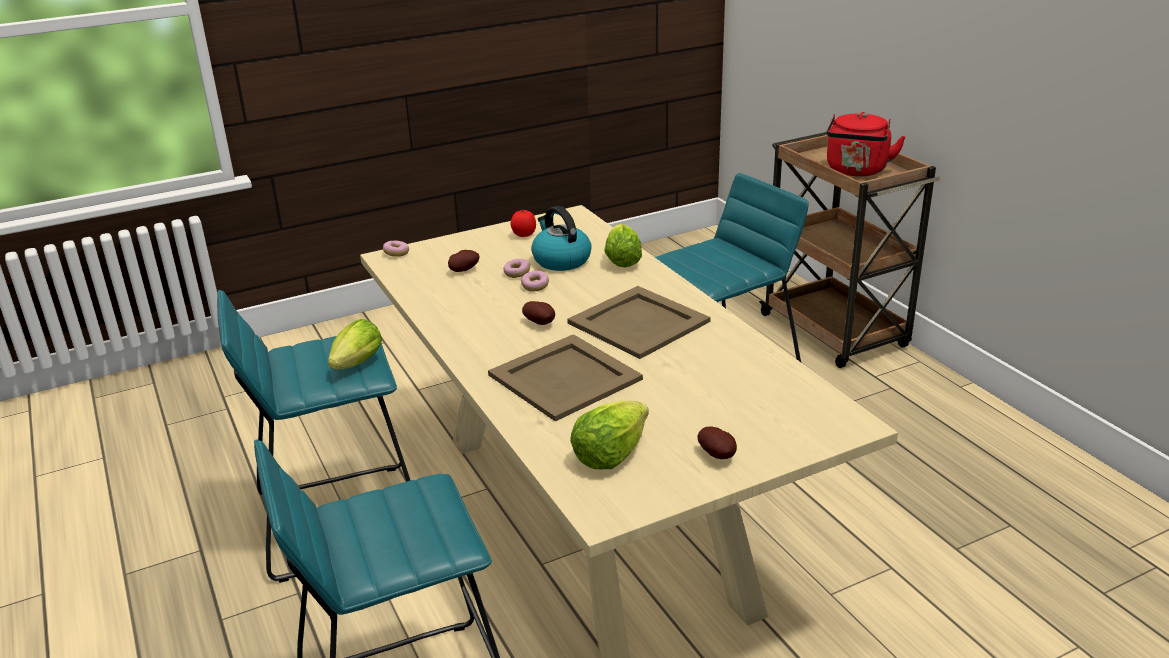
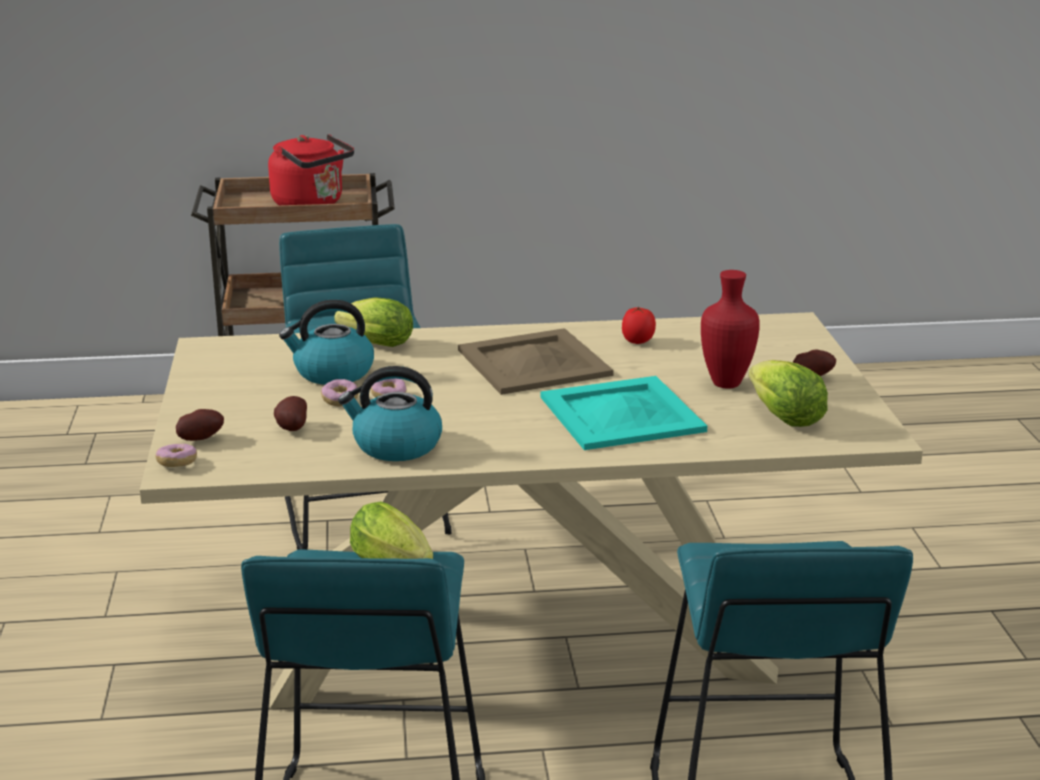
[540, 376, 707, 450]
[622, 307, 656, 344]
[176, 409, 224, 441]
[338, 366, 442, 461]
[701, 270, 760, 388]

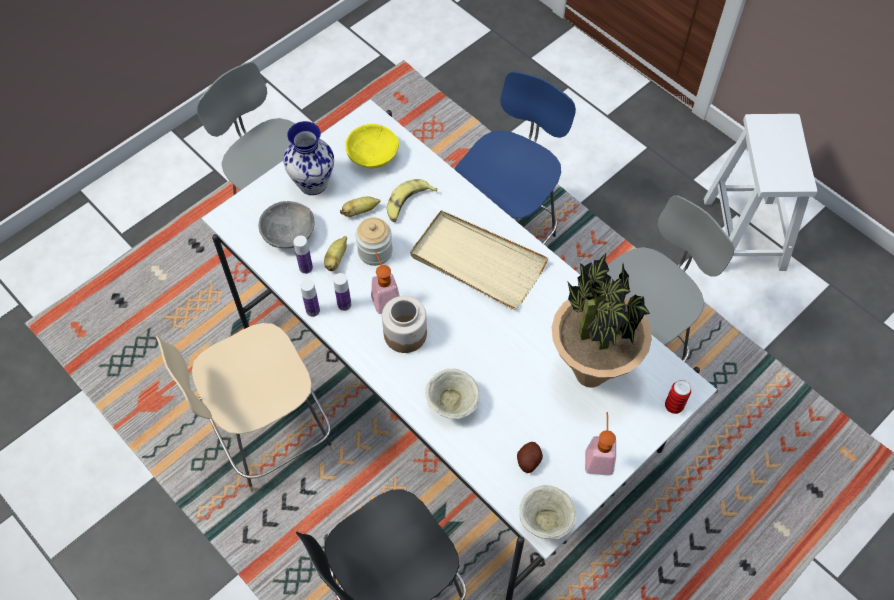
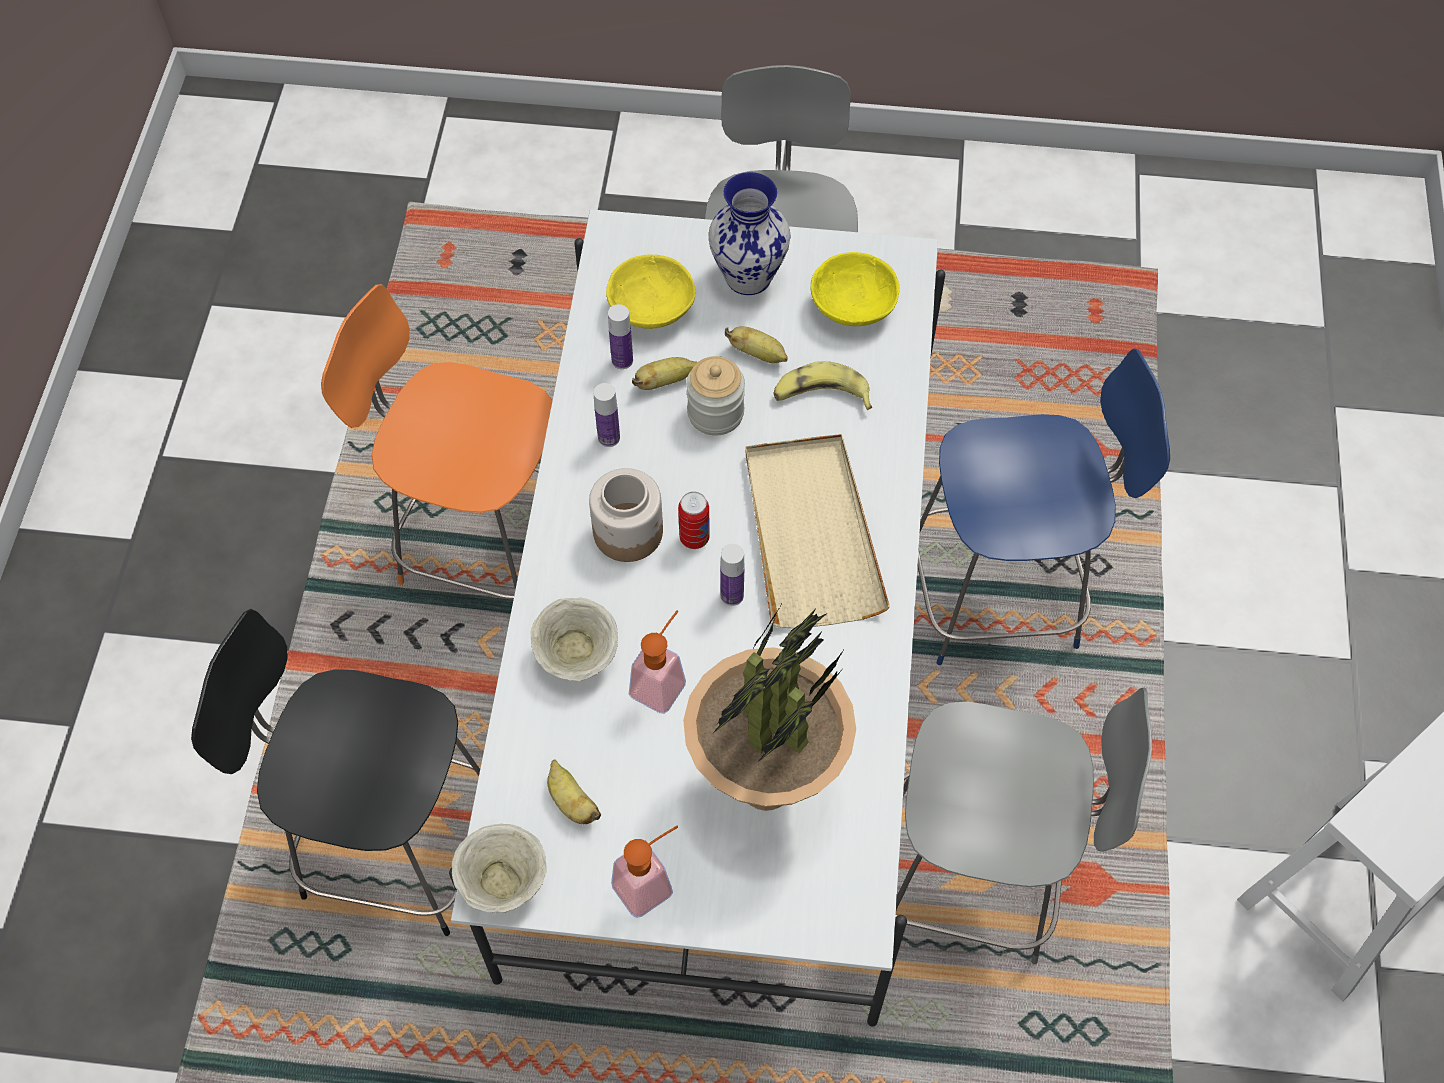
[321, 284, 552, 600]
[606, 255, 696, 329]
[720, 544, 744, 606]
[629, 610, 686, 714]
[547, 760, 601, 824]
[678, 491, 710, 549]

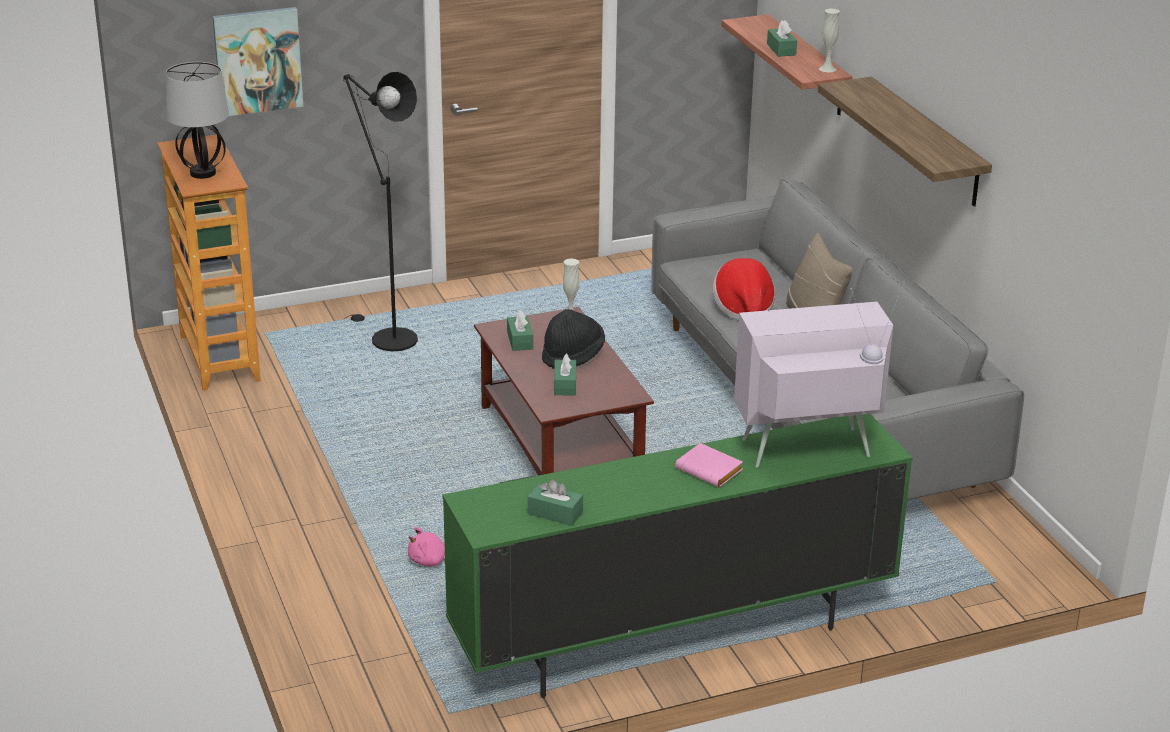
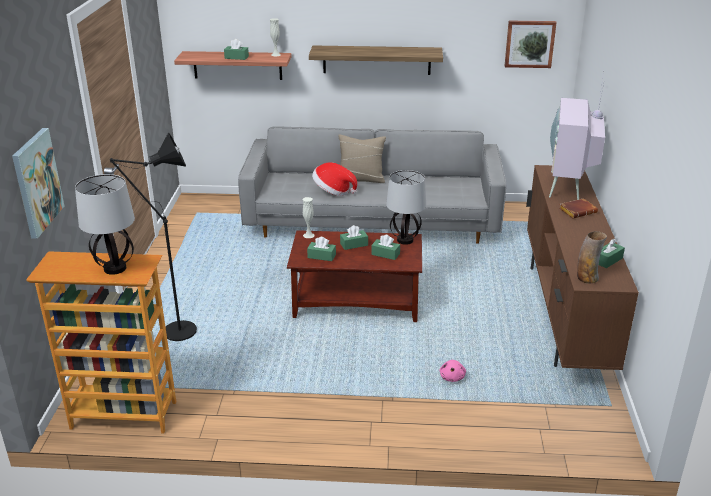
[526, 165, 639, 370]
[340, 225, 368, 250]
[559, 198, 598, 219]
[386, 170, 426, 245]
[505, 21, 557, 68]
[577, 231, 607, 284]

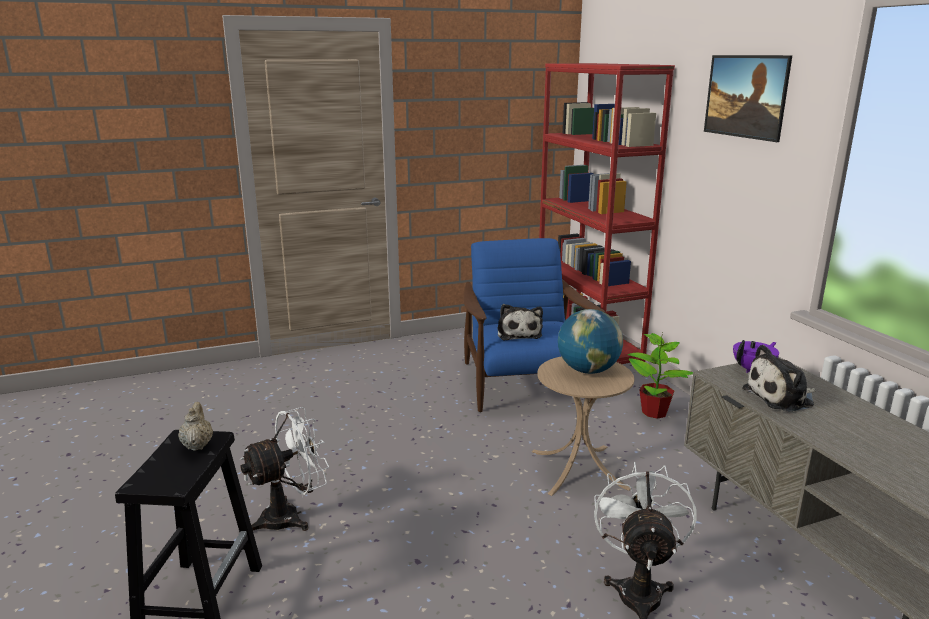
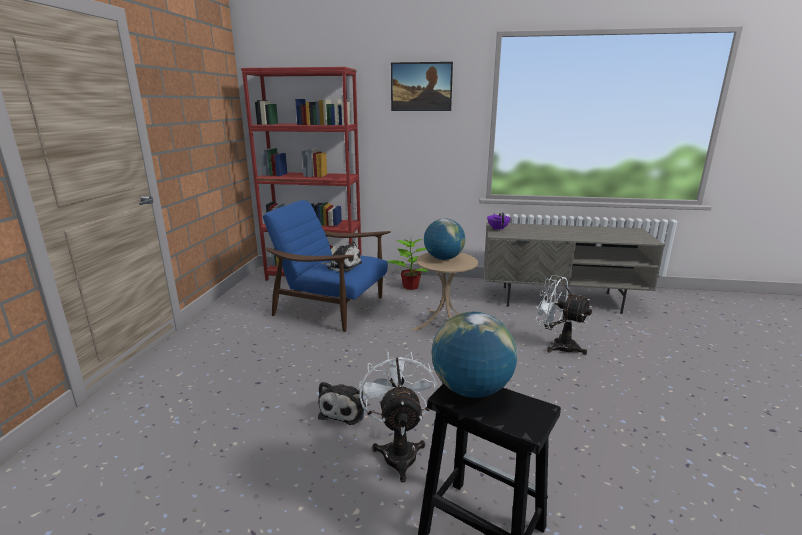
[431, 312, 517, 398]
[318, 382, 366, 425]

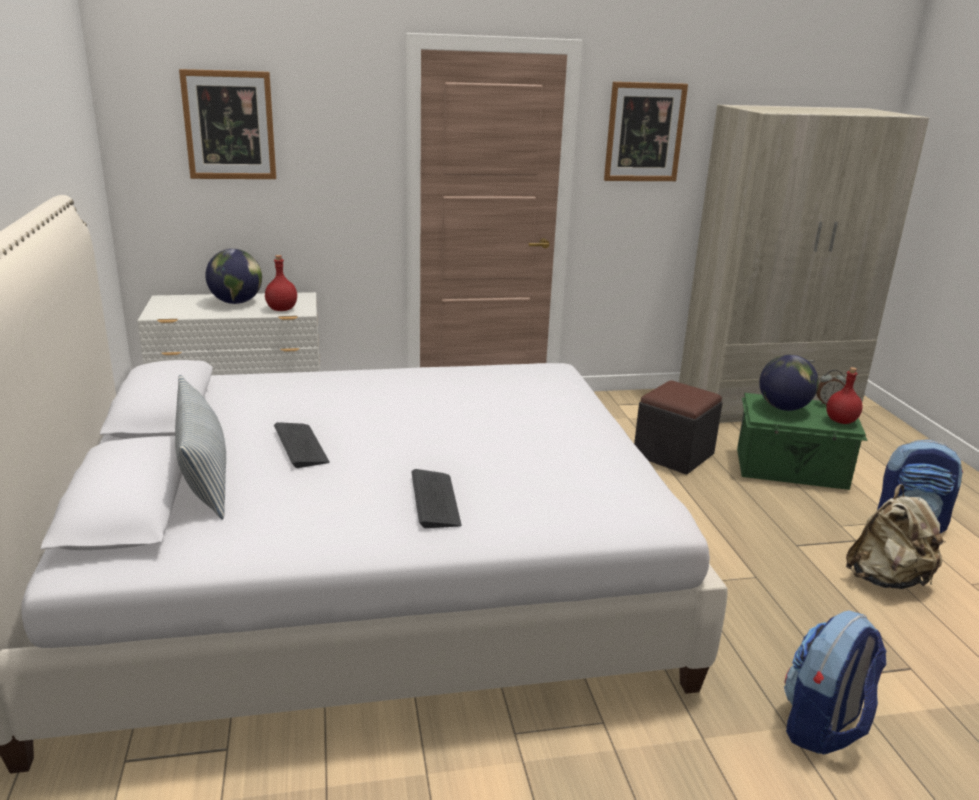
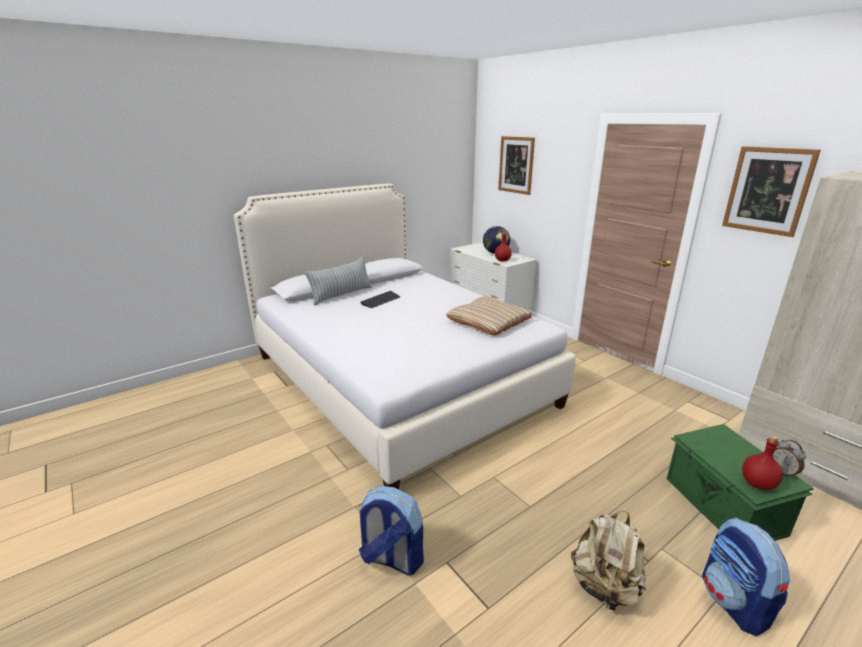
[411, 469, 461, 528] (first image)
[634, 380, 722, 475] (first image)
[759, 355, 819, 411] (first image)
[446, 297, 532, 335]

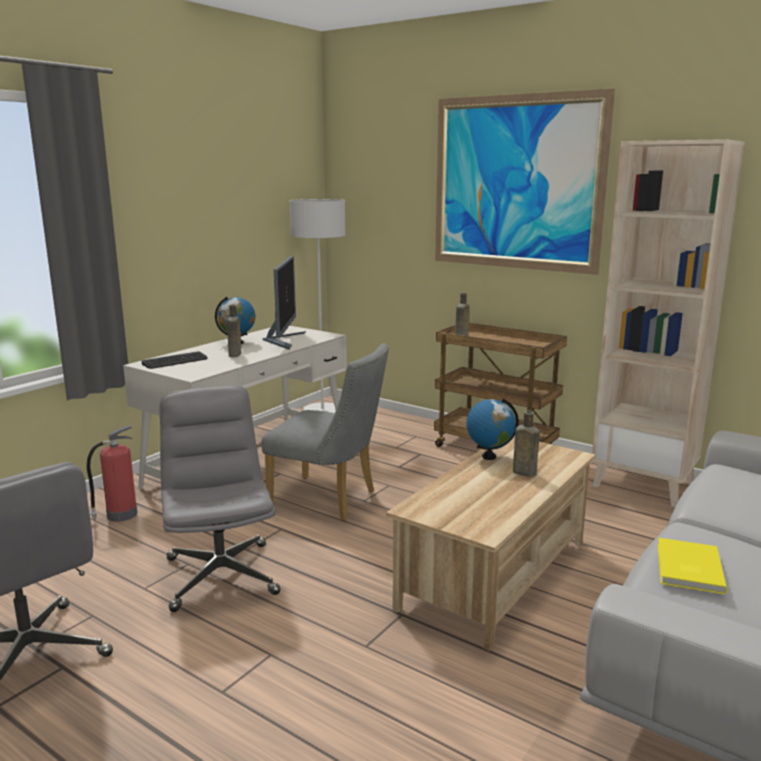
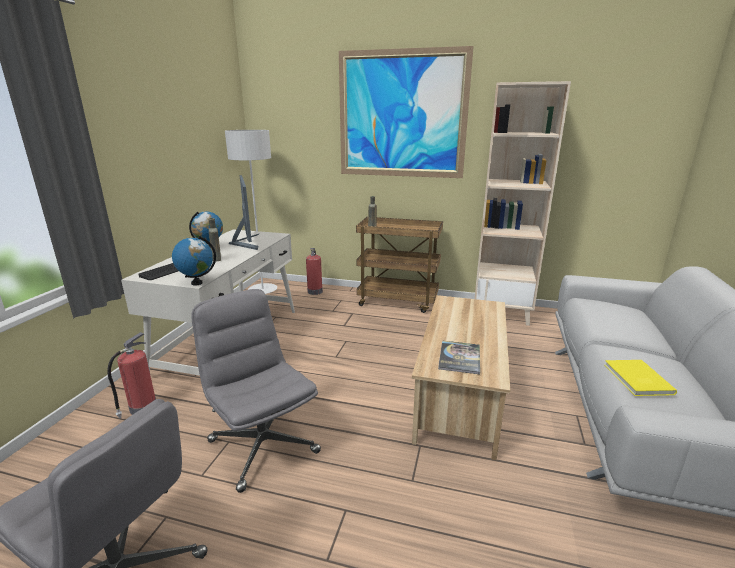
[261, 343, 389, 521] (first image)
[172, 236, 216, 286]
[513, 411, 540, 477] (first image)
[306, 248, 323, 295]
[438, 341, 480, 375]

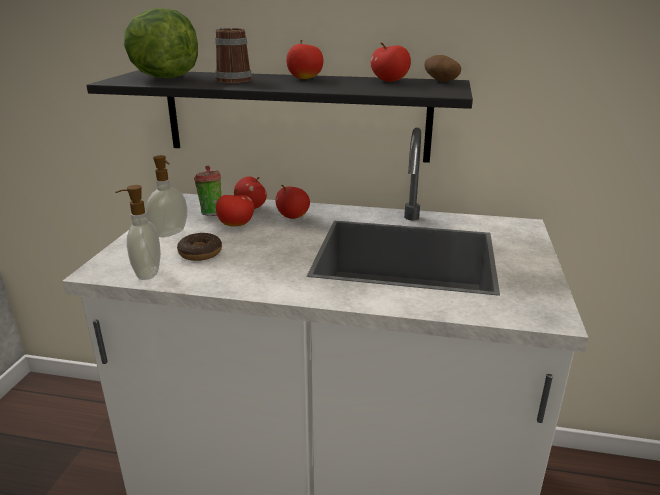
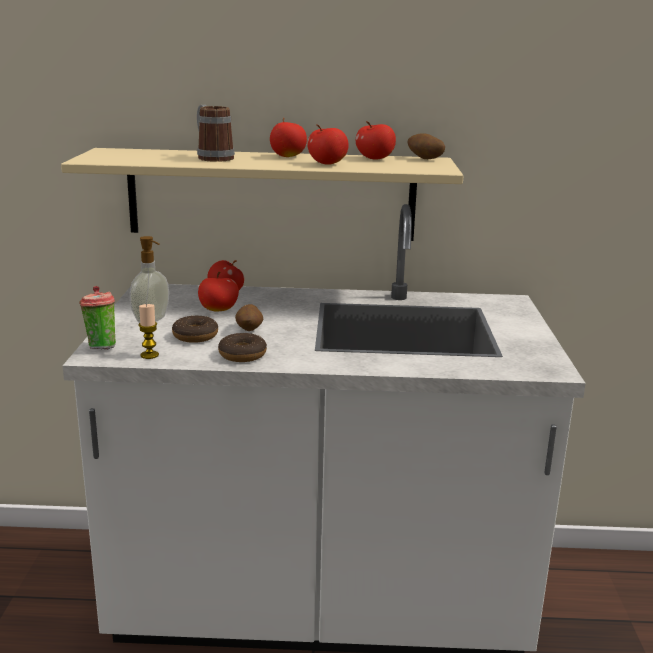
[61, 148, 463, 241]
[139, 304, 159, 359]
[124, 8, 198, 78] (first image)
[79, 286, 116, 349]
[307, 124, 349, 165]
[218, 333, 267, 362]
[235, 304, 263, 331]

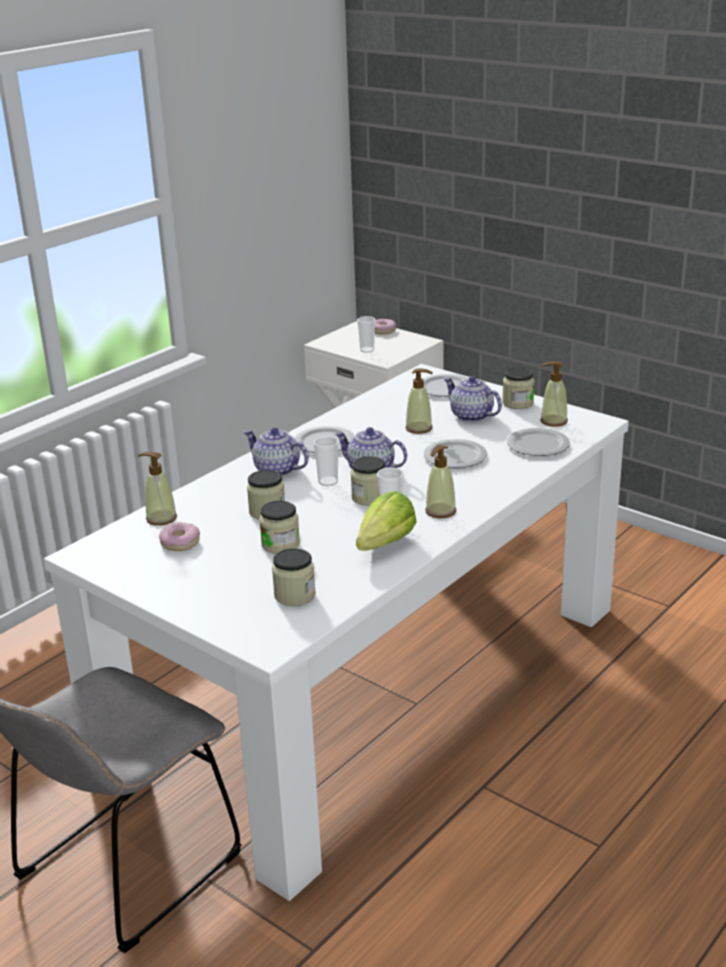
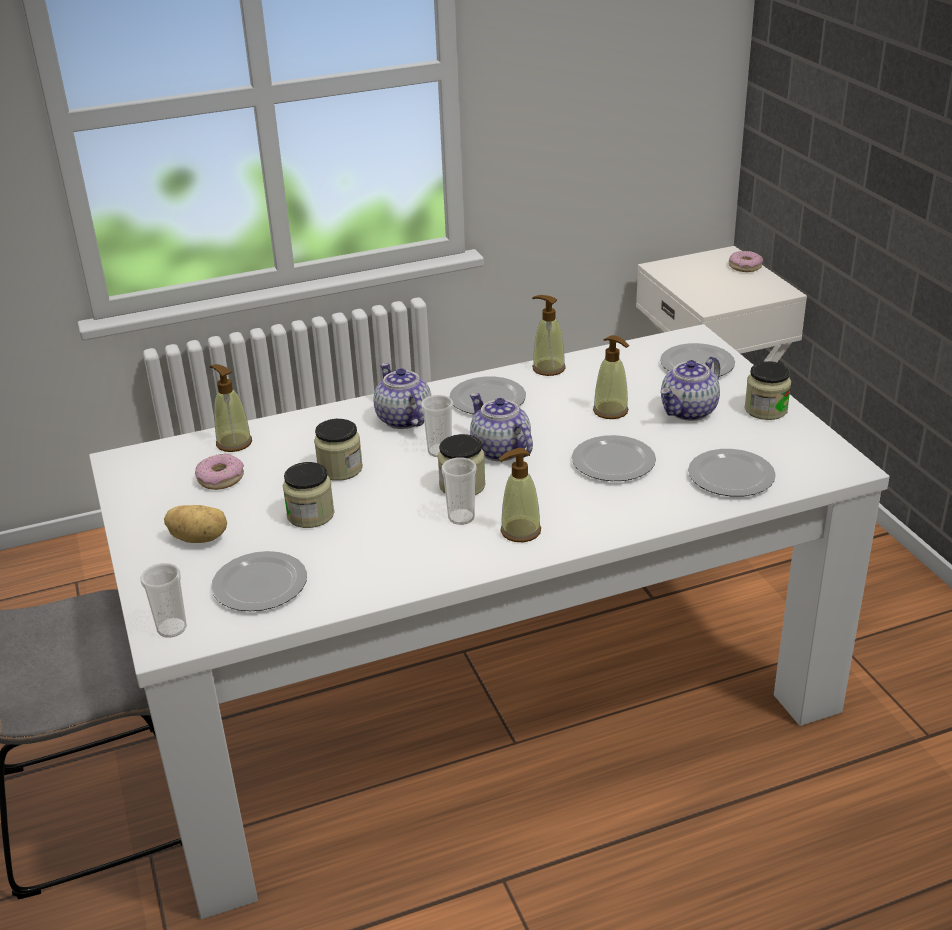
[211, 551, 307, 611]
[356, 491, 417, 551] (first image)
[140, 563, 187, 638]
[660, 356, 720, 421]
[532, 295, 566, 376]
[164, 505, 227, 543]

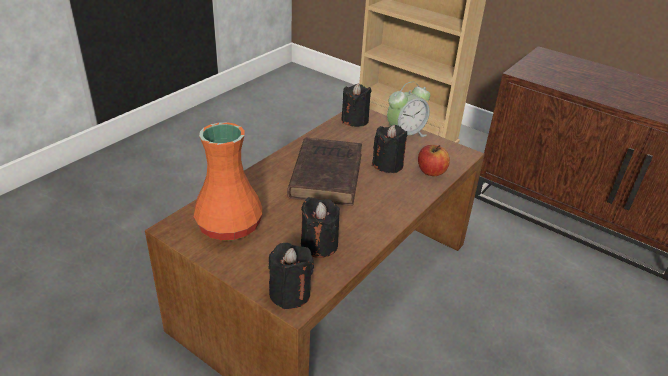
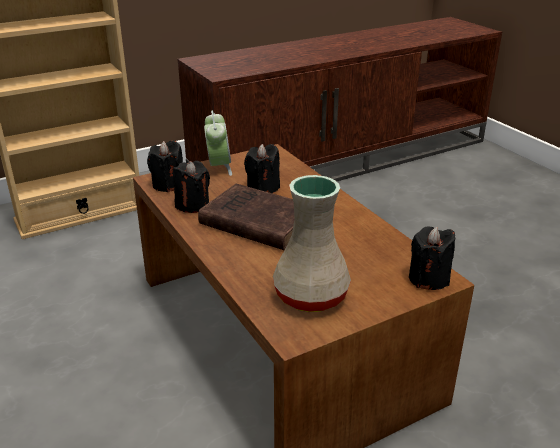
[273, 175, 351, 312]
[173, 161, 210, 213]
[418, 145, 450, 176] (first image)

